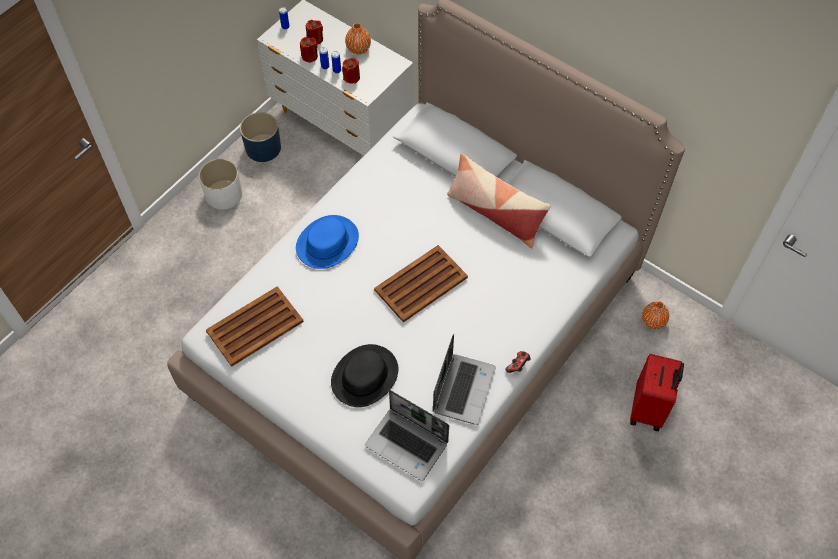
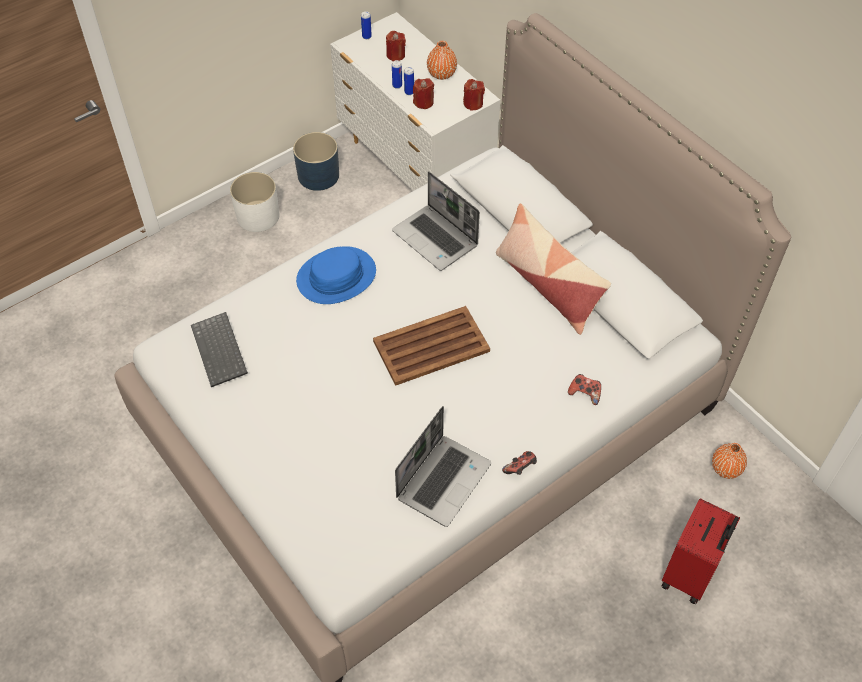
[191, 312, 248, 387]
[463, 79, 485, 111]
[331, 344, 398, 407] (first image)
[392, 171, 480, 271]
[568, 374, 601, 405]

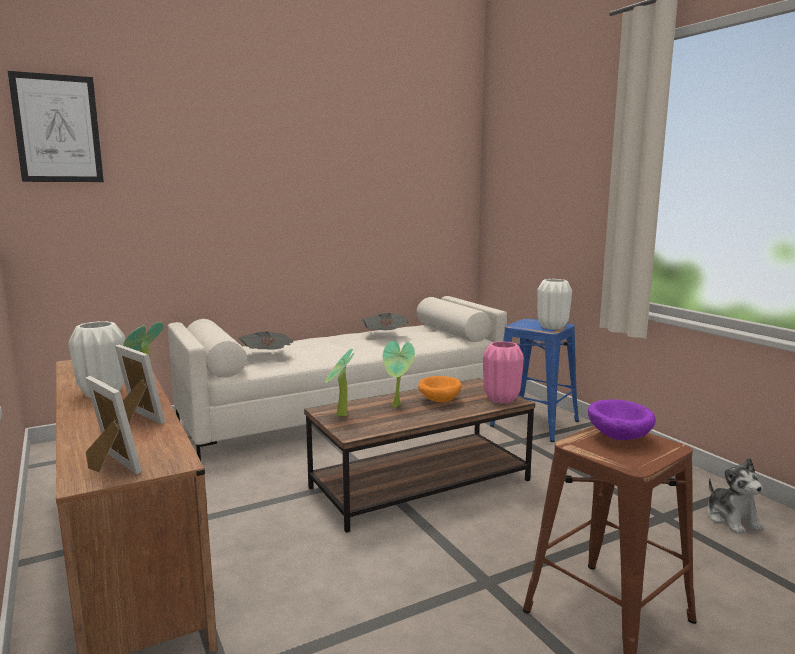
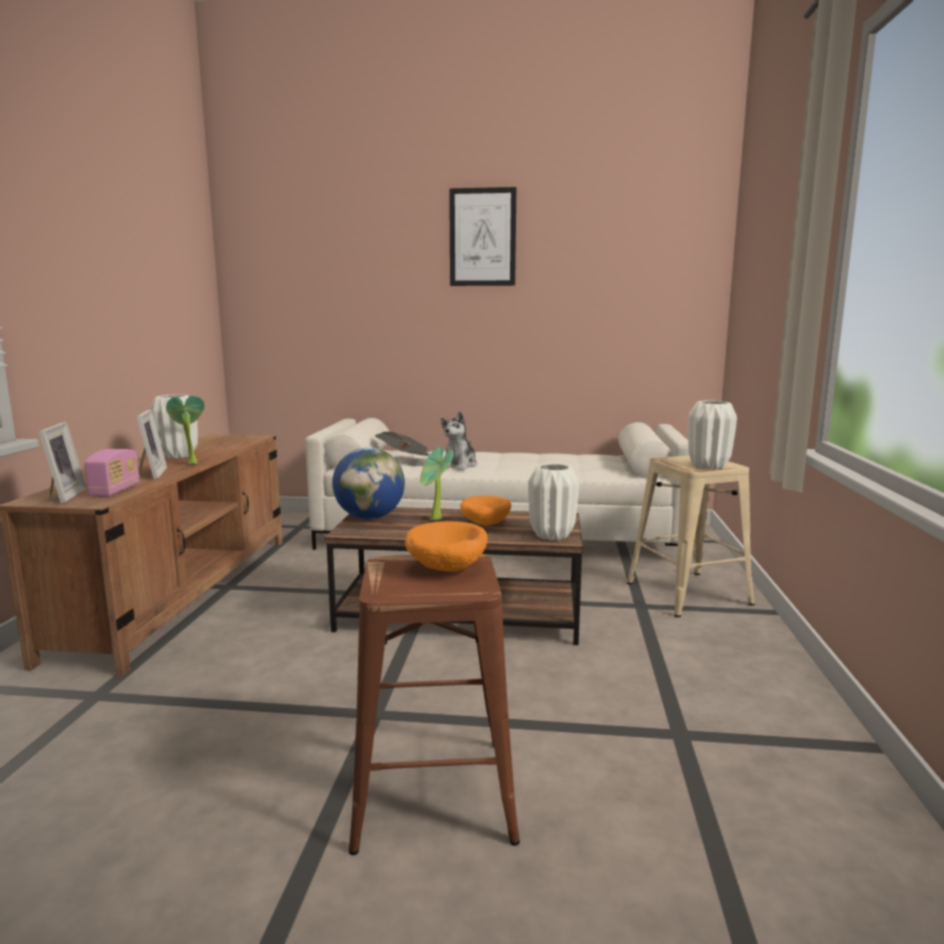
[449, 187, 516, 286]
[332, 447, 405, 519]
[361, 313, 409, 330] (first image)
[528, 464, 579, 540]
[627, 455, 755, 617]
[405, 521, 488, 572]
[441, 412, 477, 470]
[84, 449, 140, 497]

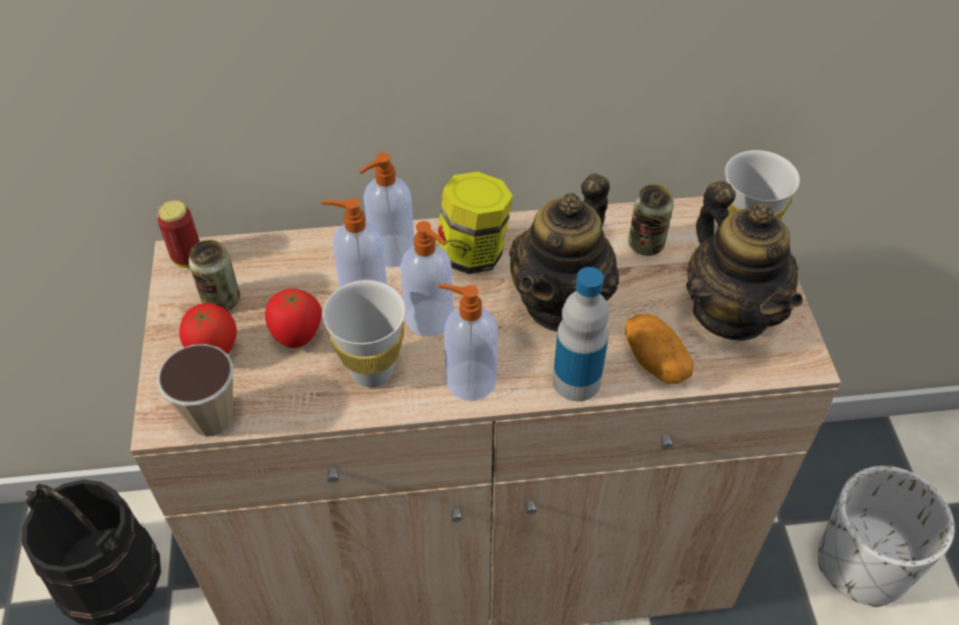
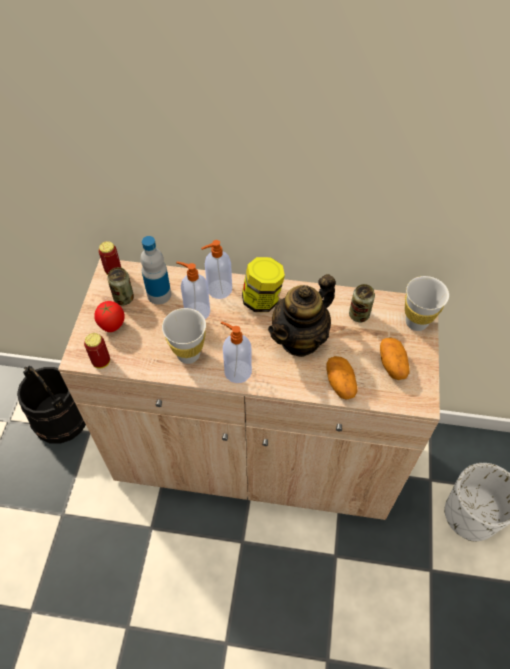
[84, 333, 110, 369]
[265, 288, 322, 348] (first image)
[400, 221, 453, 337] (first image)
[140, 236, 171, 304]
[380, 338, 410, 380]

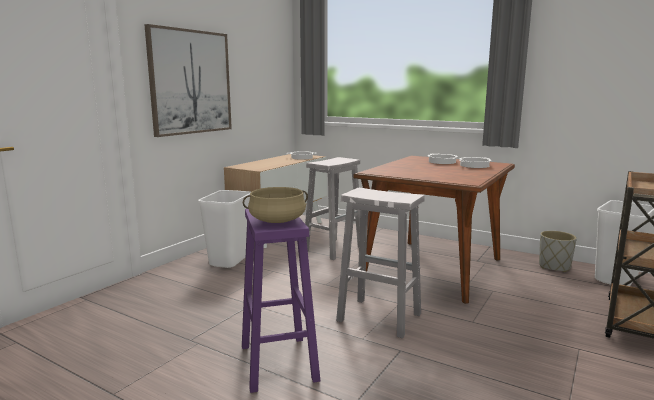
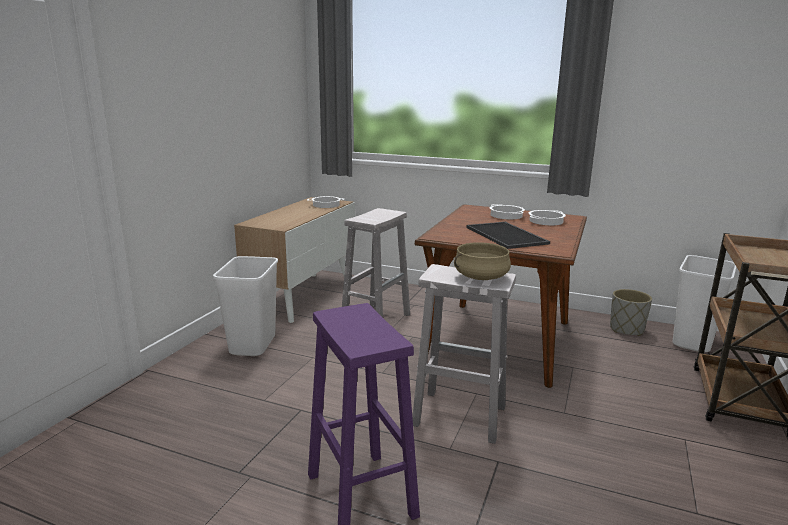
[144, 24, 232, 137] (first image)
[454, 242, 511, 280]
[466, 222, 550, 249]

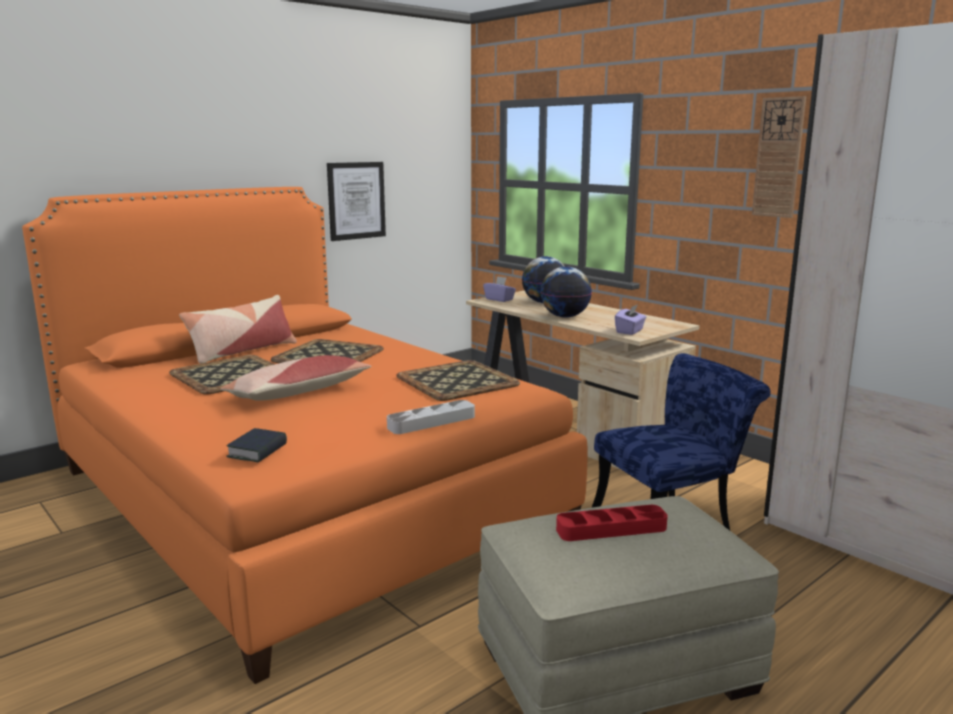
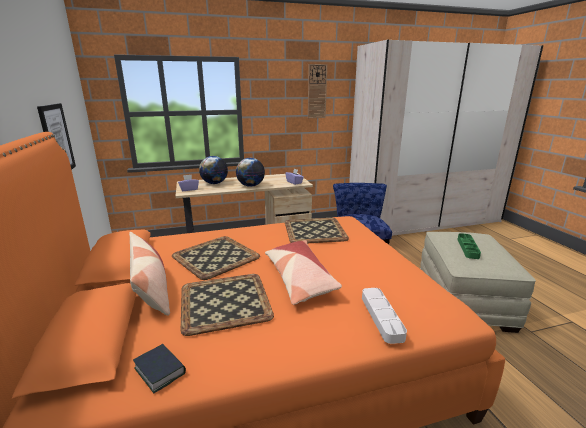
[133, 344, 186, 393]
[362, 288, 407, 344]
[457, 233, 481, 259]

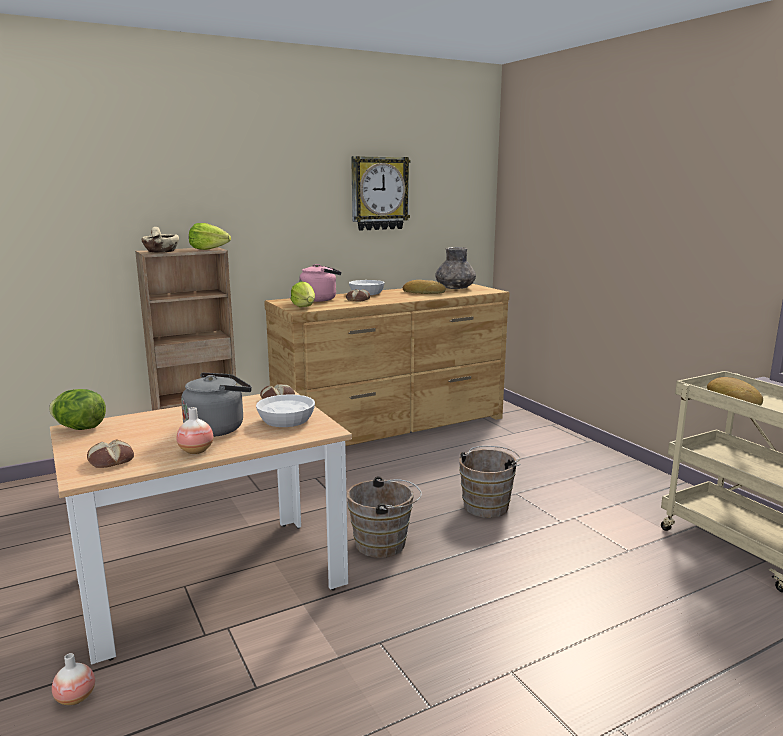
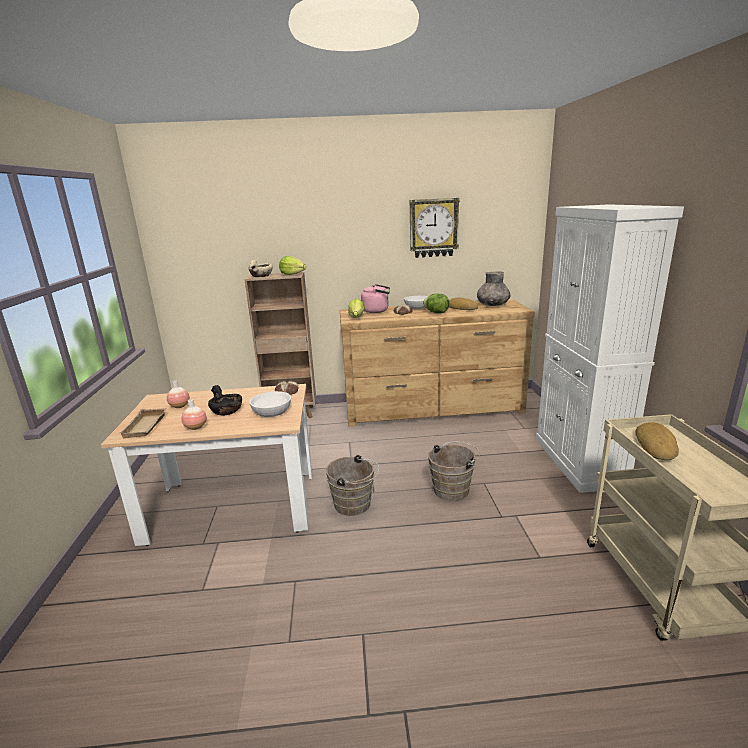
[423, 294, 449, 313]
[167, 380, 190, 408]
[120, 408, 167, 438]
[208, 385, 242, 416]
[536, 204, 684, 493]

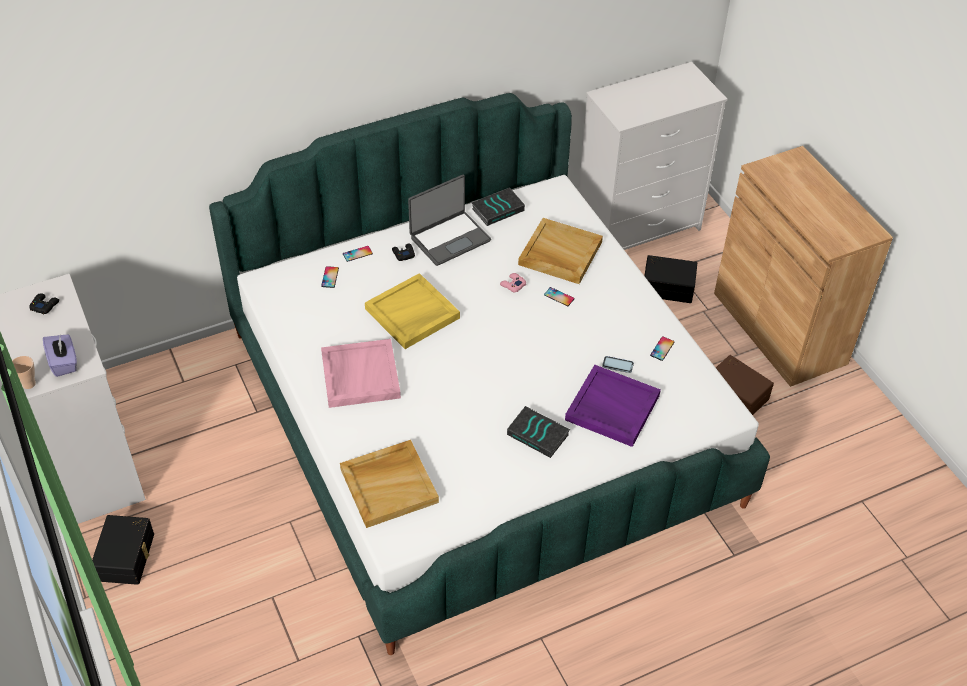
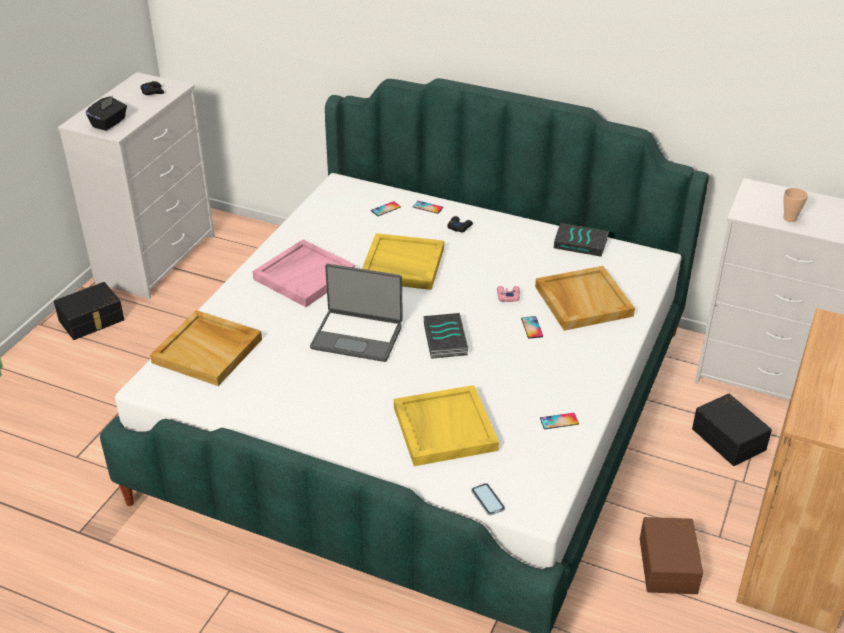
[783, 188, 808, 222]
[86, 96, 127, 131]
[310, 264, 403, 362]
[424, 313, 468, 359]
[394, 385, 499, 466]
[471, 483, 505, 516]

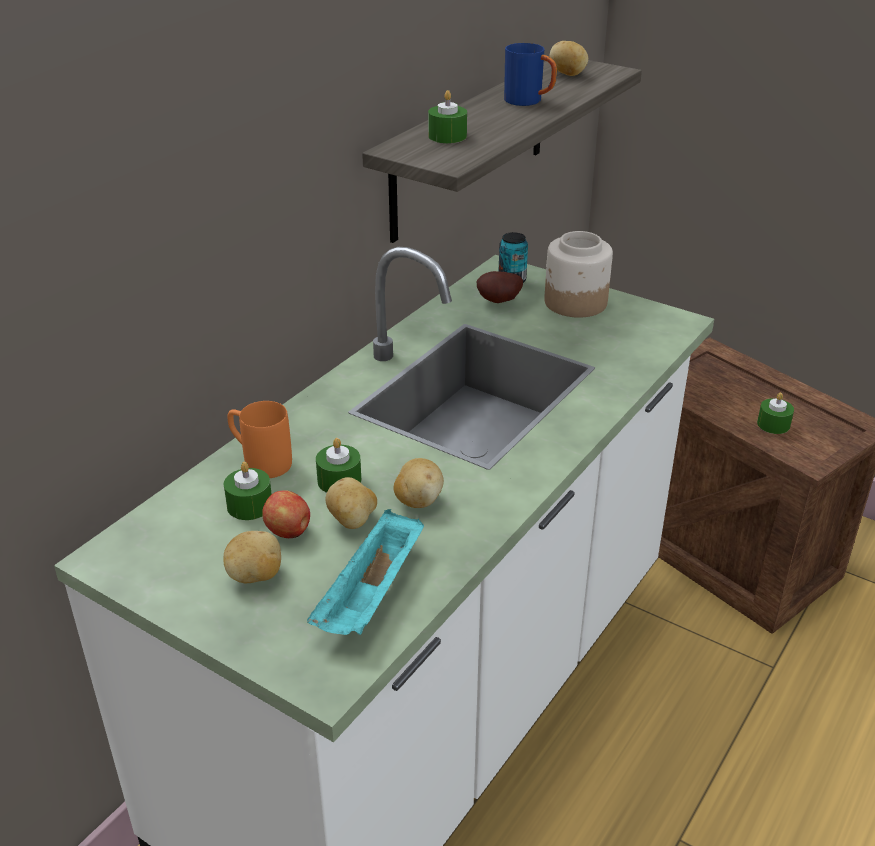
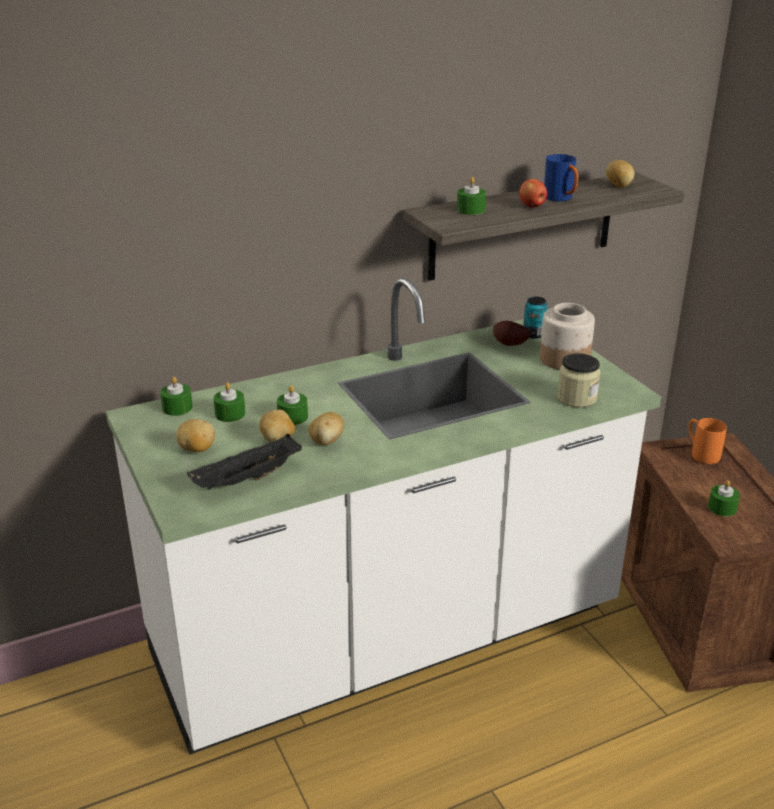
[688, 418, 727, 464]
[519, 179, 547, 208]
[187, 434, 302, 490]
[160, 376, 193, 416]
[557, 353, 600, 408]

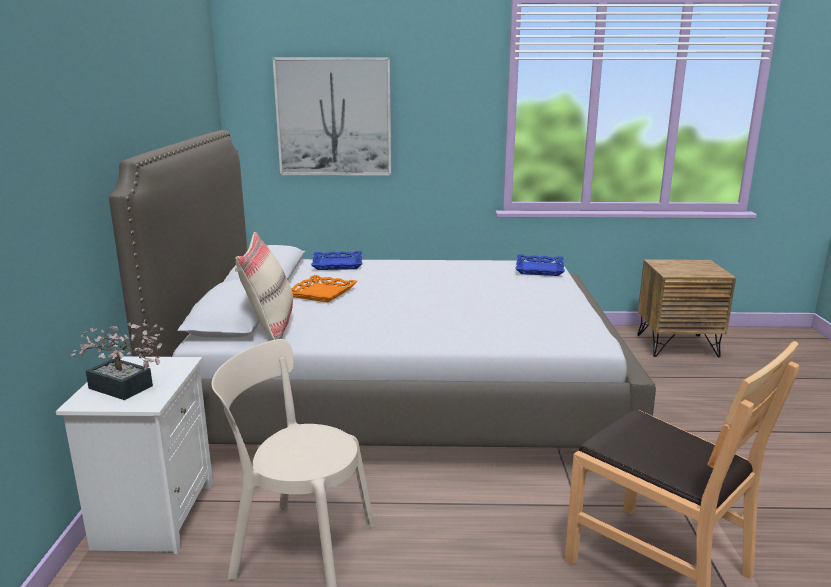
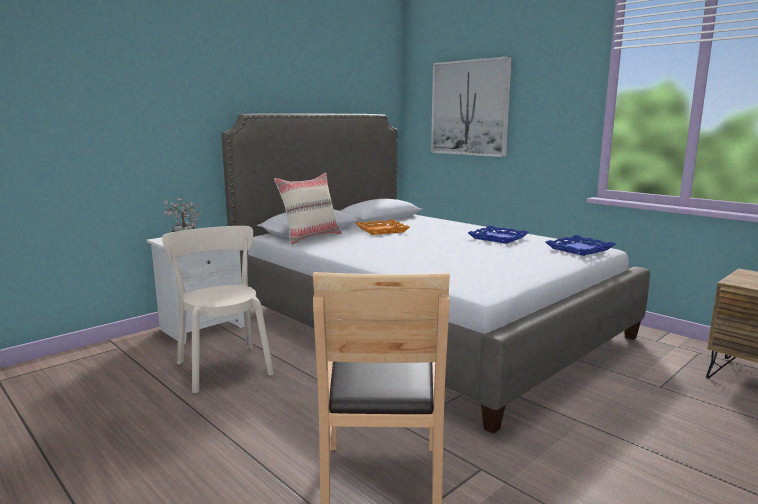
[468, 226, 529, 244]

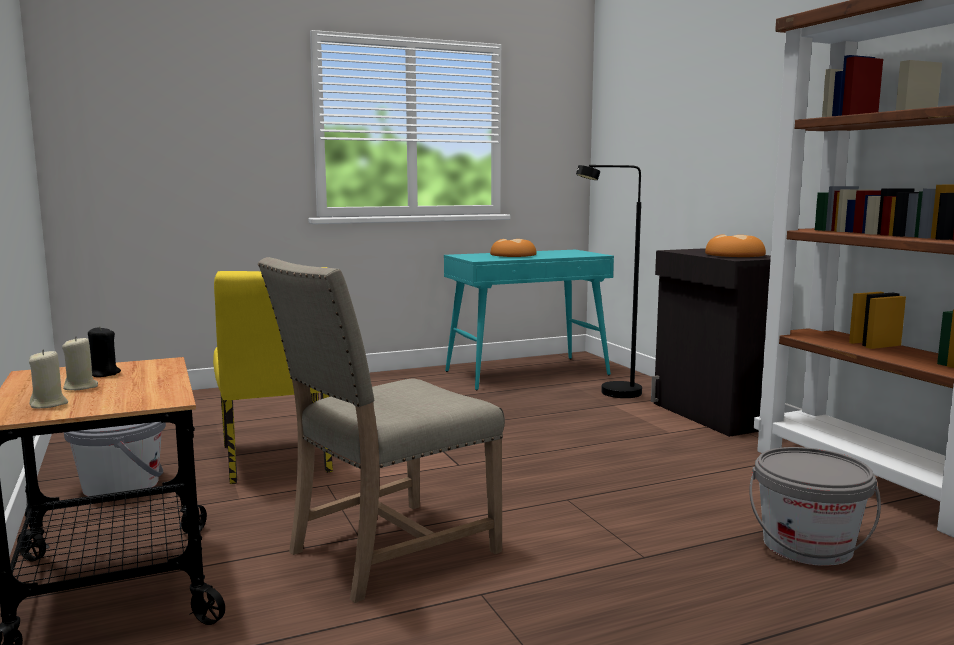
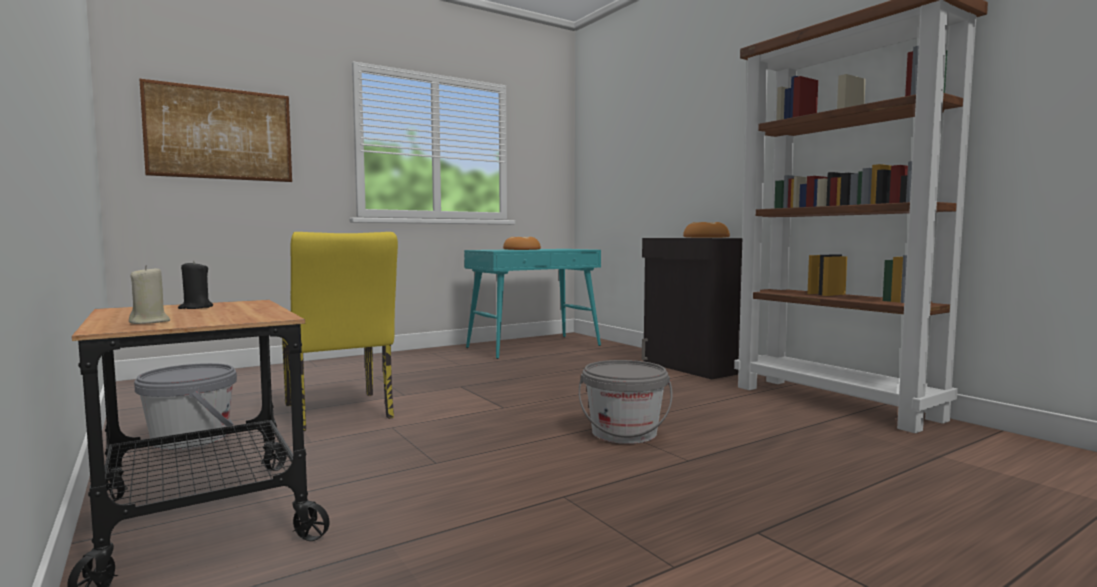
[62, 336, 98, 390] (first image)
[258, 257, 505, 603] (first image)
[576, 165, 642, 398] (first image)
[579, 360, 673, 444]
[139, 79, 292, 182]

